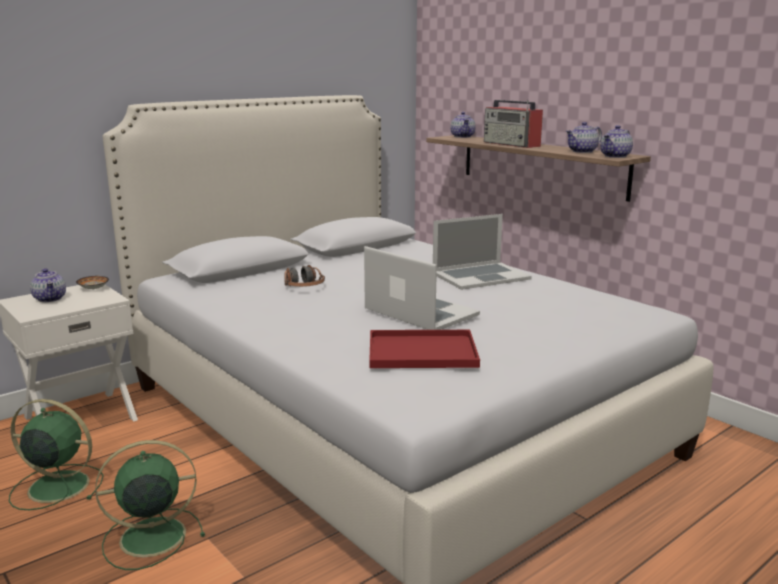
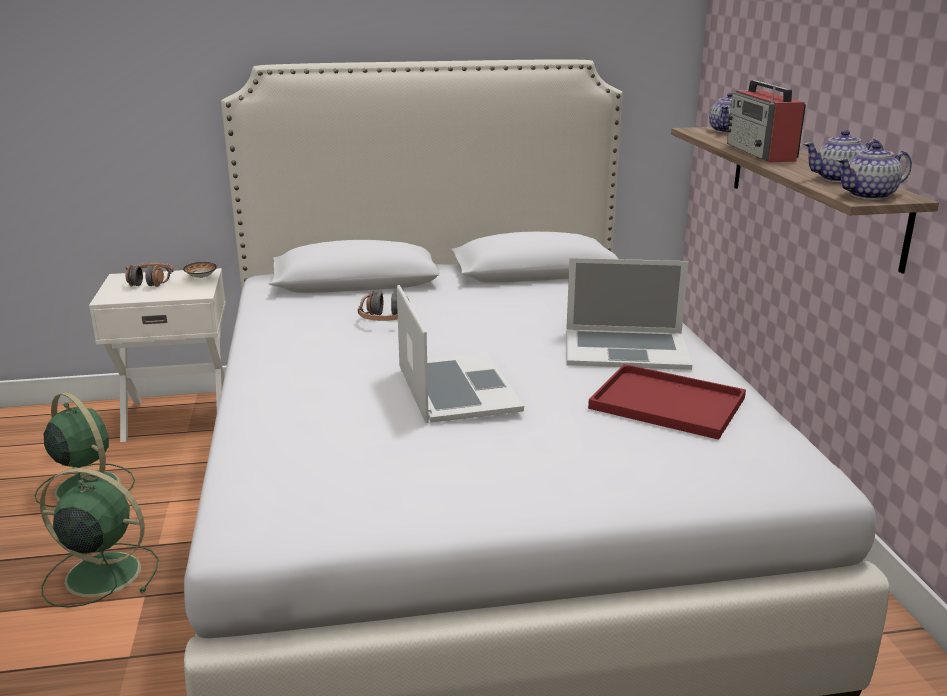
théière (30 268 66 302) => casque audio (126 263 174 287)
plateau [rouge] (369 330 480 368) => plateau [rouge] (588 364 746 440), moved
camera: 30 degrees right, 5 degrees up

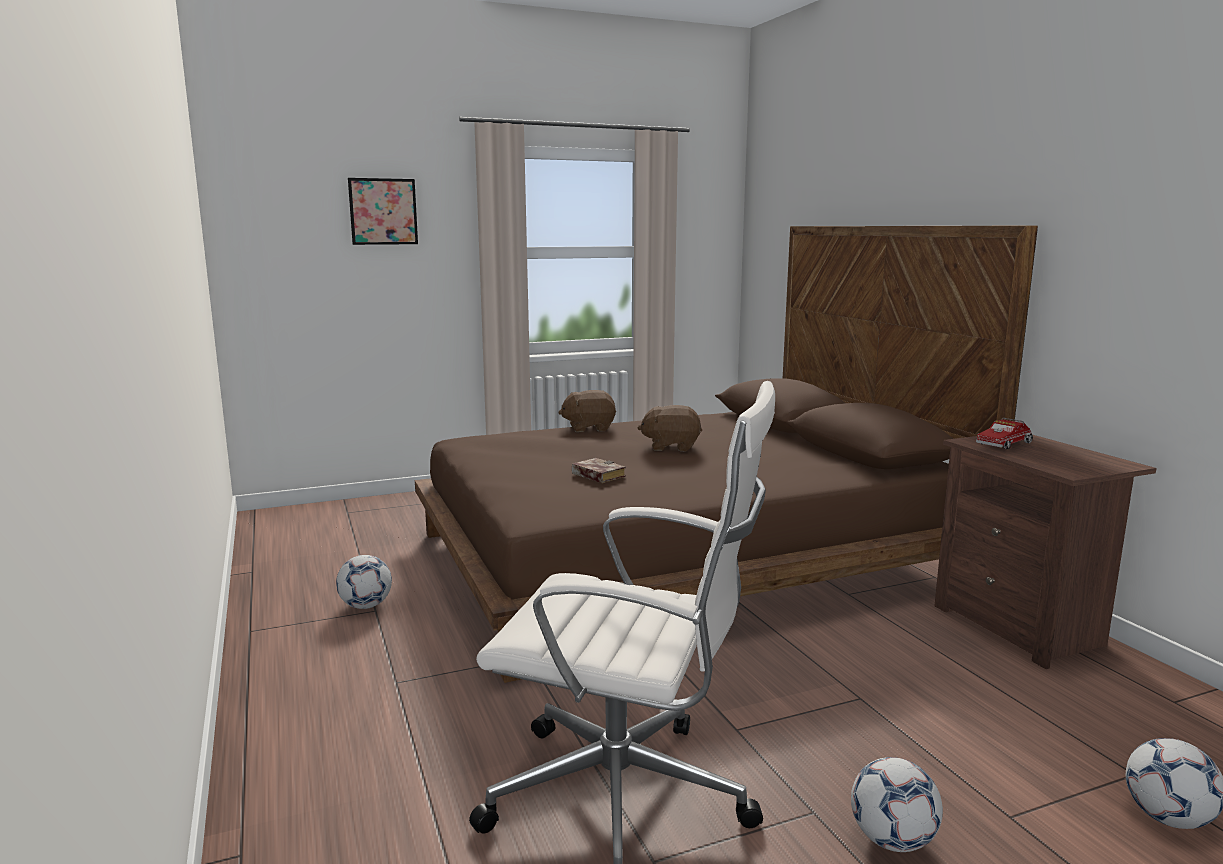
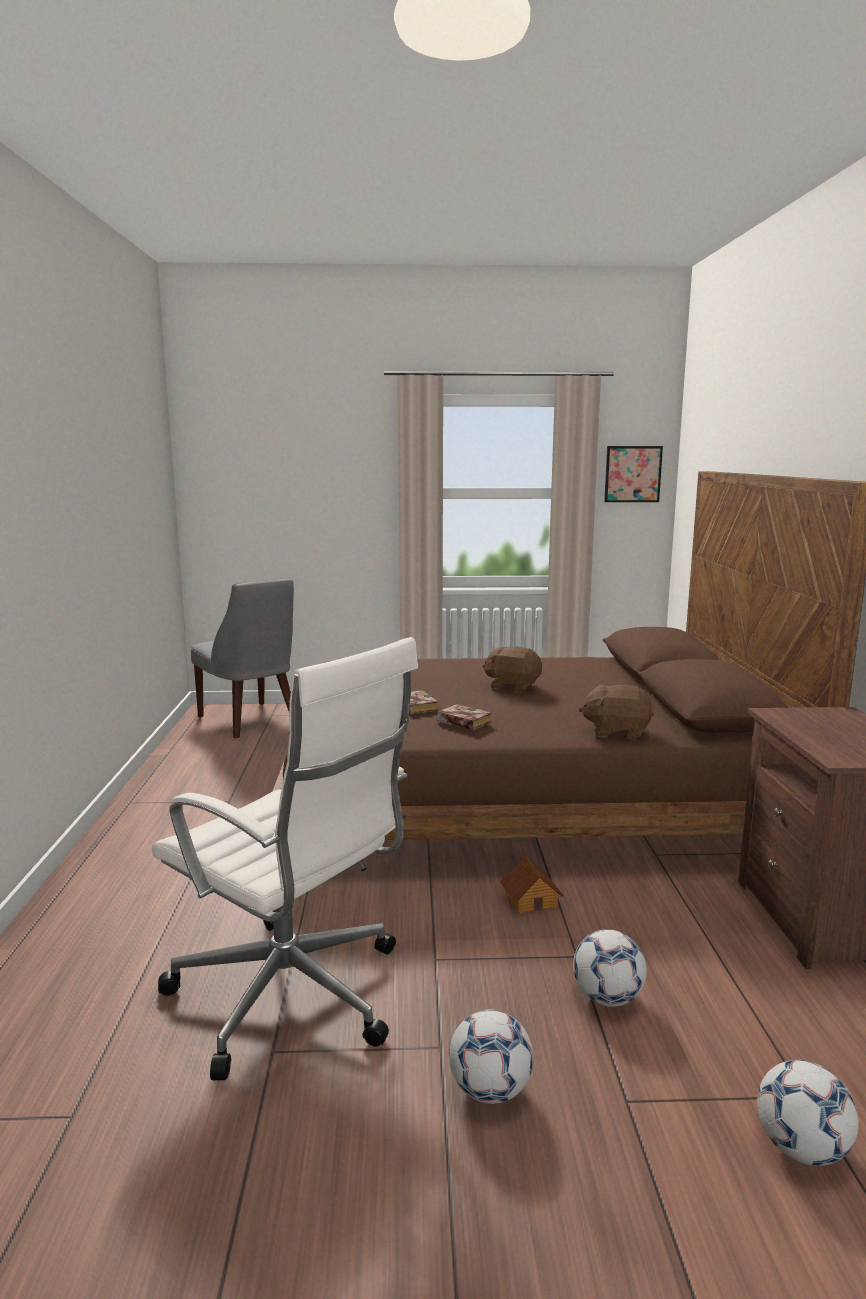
tableau (348 178 418 245) => tableau (604 446 663 502), moved
peluche [marron] (558 390 616 432) => peluche [marron] (579 684 653 739), moved
camion jouet (976 418 1033 449) => nothing
ballon de foot (336 555 392 609) => ballon de foot (573 929 647 1007), moved
nothing => chaise [gris] (191 578 294 738)
nothing => livre (437 704 492 730)
nothing => maison miniature (500 855 563 914)
camera: 20 degrees right, 0 degrees up

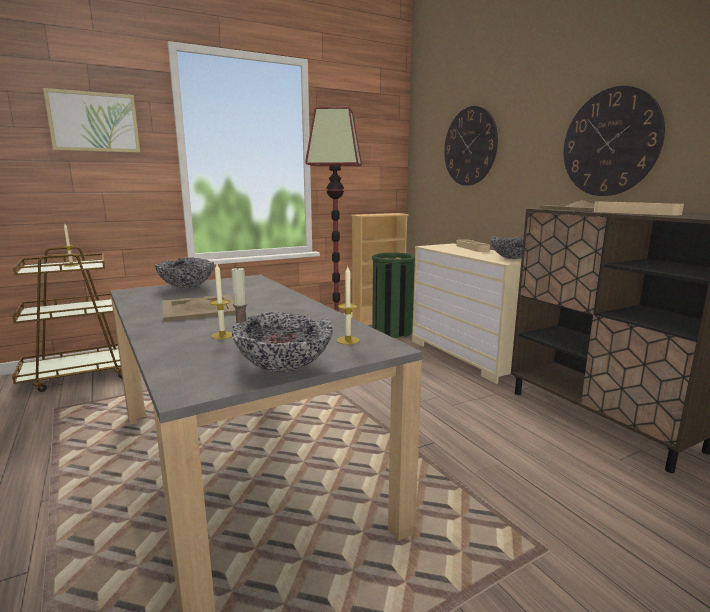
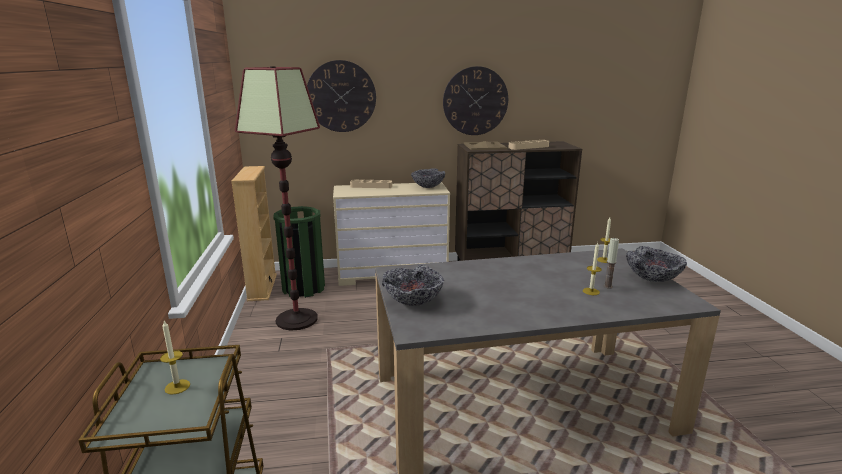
tableau (43 88 140 153) => nothing
plateau [beige] (163 295 236 322) => nothing
camera: 70 degrees left, 5 degrees up

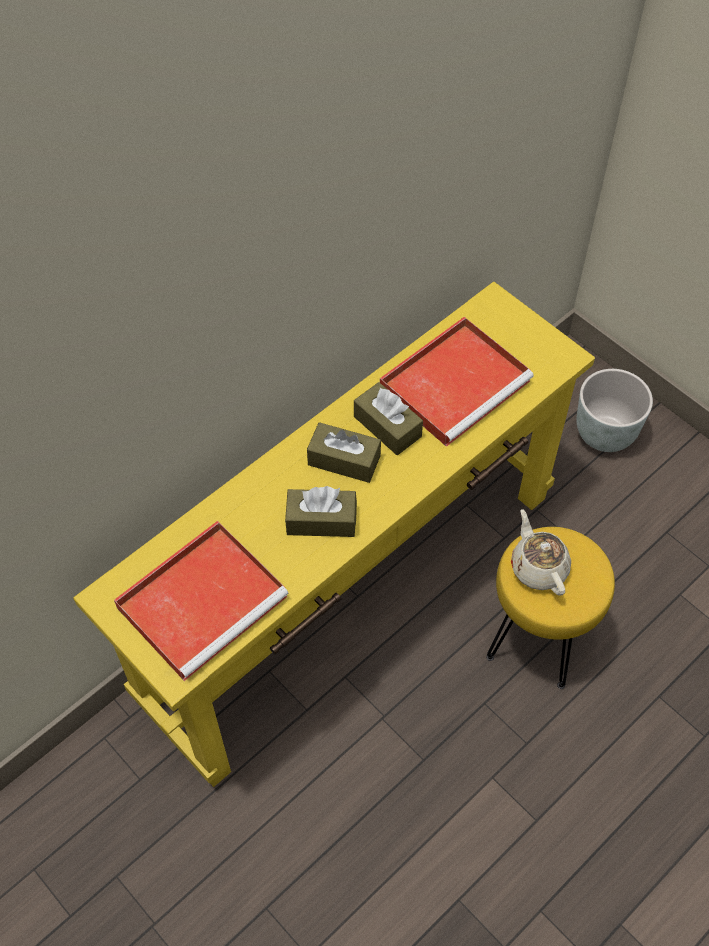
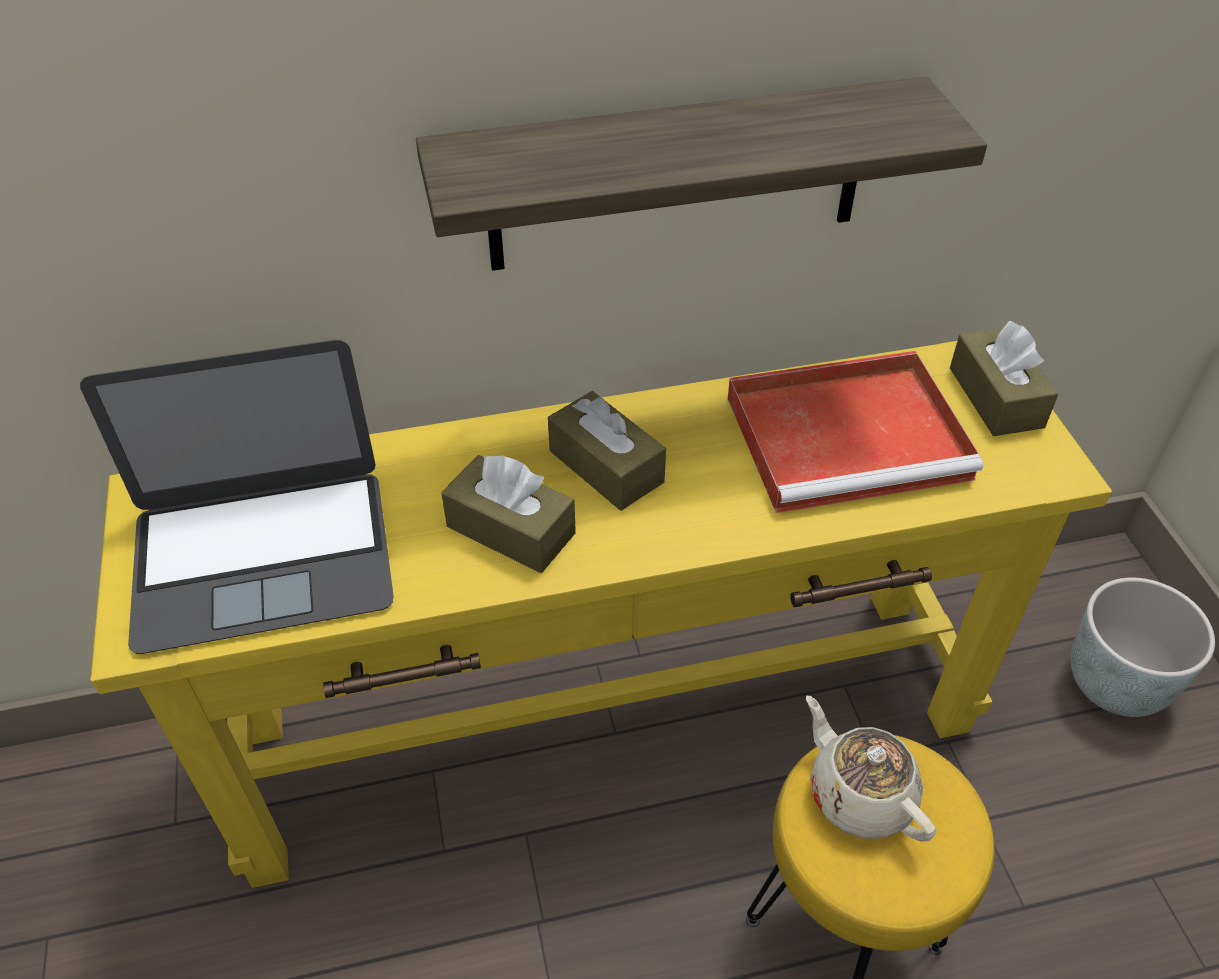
boîte à mouchoirs [marron] (354 382 423 455) => boîte à mouchoirs [marron] (950 321 1058 436), moved
théière [beige] (511 509 571 596) => théière [beige] (806 696 936 842), 45 degrees counterclockwise
plateau [rouge] (114 521 289 681) => ordinateur portable (80 340 394 654)
nothing => étagère (416 77 987 271)
camera: 30 degrees right, 10 degrees down

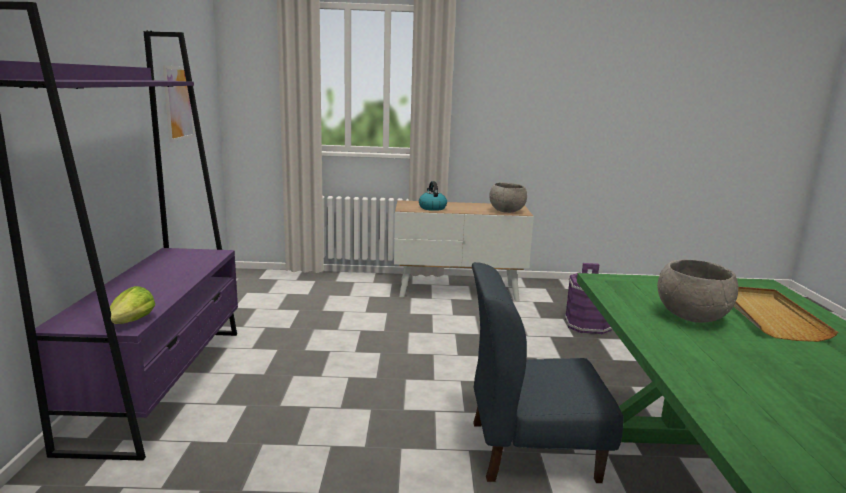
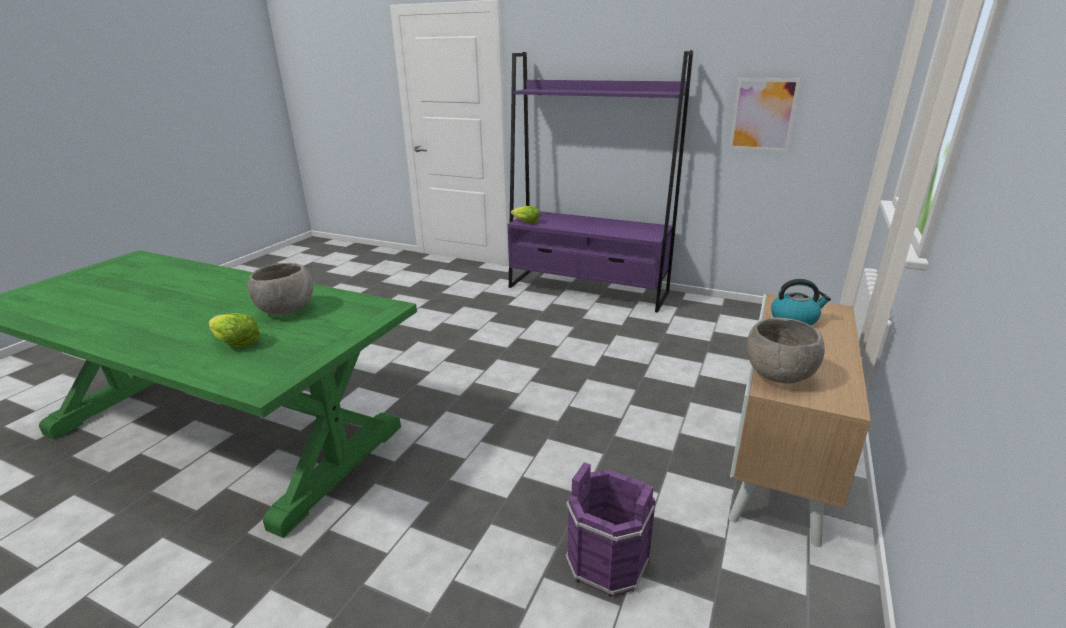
chaise [bleu] (472 262 623 483) => nothing
plateau [beige] (733 287 839 342) => laitue (209 313 260 347)
camera: 115 degrees right, 10 degrees up

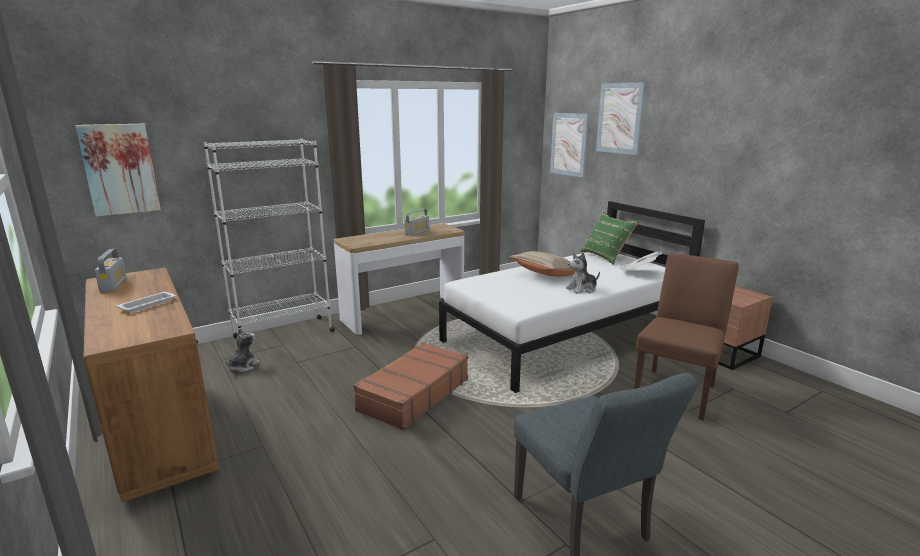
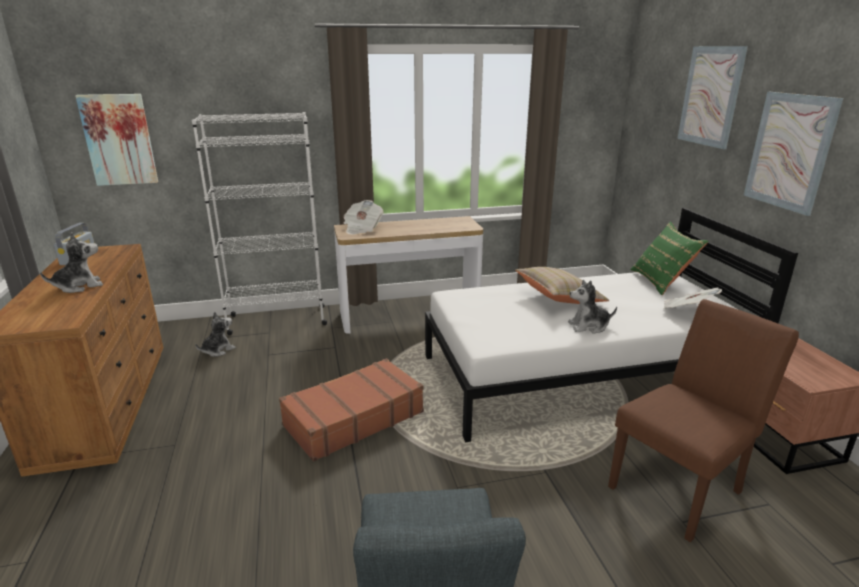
tableau (550 113 589 178) => tableau (744 92 844 216), moved
radio (404 209 429 236) => nothing
plateau [blanc] (116 292 175 313) => peluche (40 232 103 293)
nothing => journal (344 200 384 235)
camera: 20 degrees right, 5 degrees up

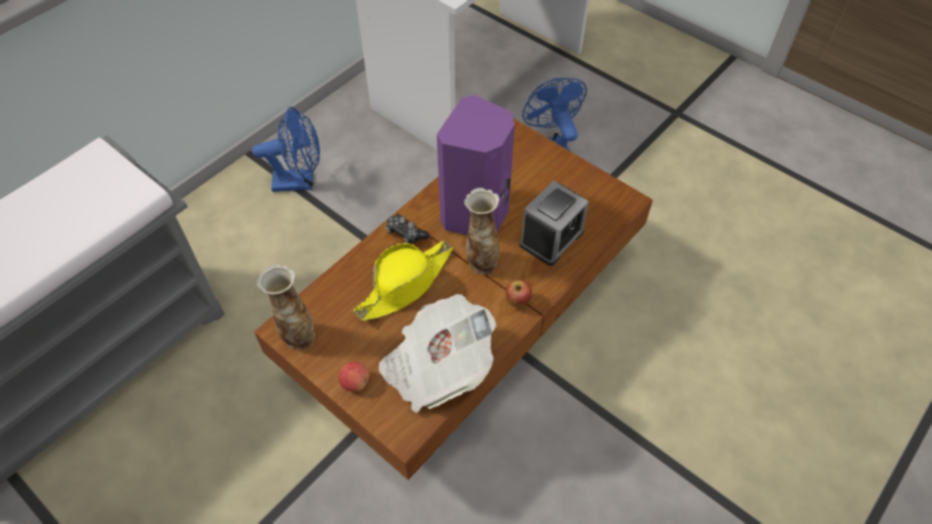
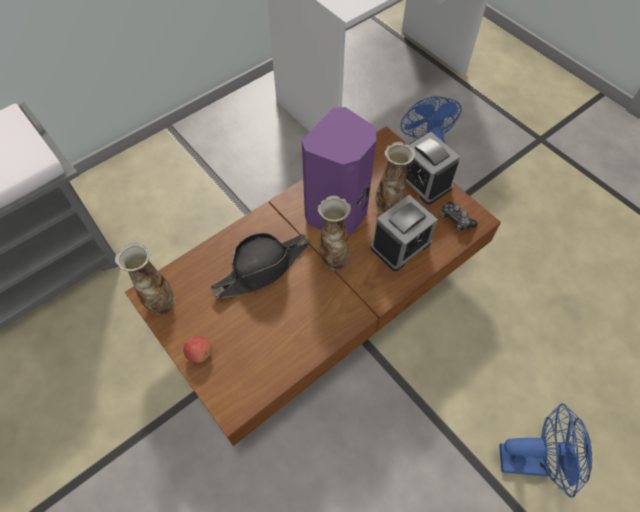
ventilateur [bleu] (252 106 320 192) => ventilateur [bleu] (499 403 593 498), moved
manette (386 215 429 244) => manette (441 202 478 231), moved
chapeau [jaune] (353 240 453 321) => chapeau [noir] (210 233 310 299)
pomme (505 280 532 308) => nothing
journal (379 294 497 413) => nothing
nothing => réveil (406 132 460 205)
nothing => vase (375 142 416 215)
camera: 10 degrees right, 5 degrees up

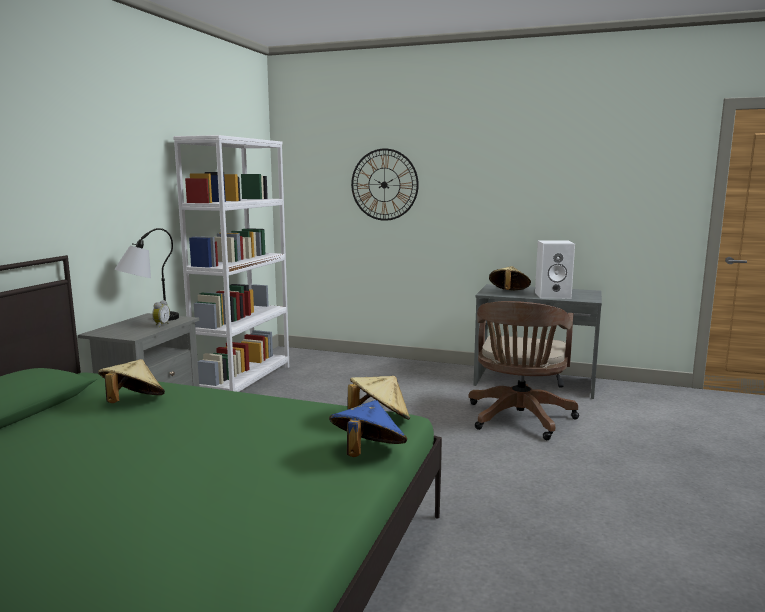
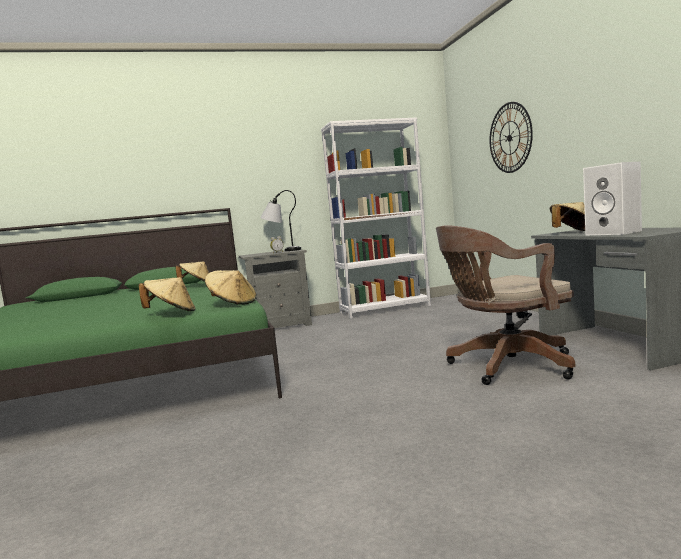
chapeau [bleu] (329 400 407 457) => chapeau [beige] (139 277 195 311)
camera: 55 degrees right, 5 degrees down

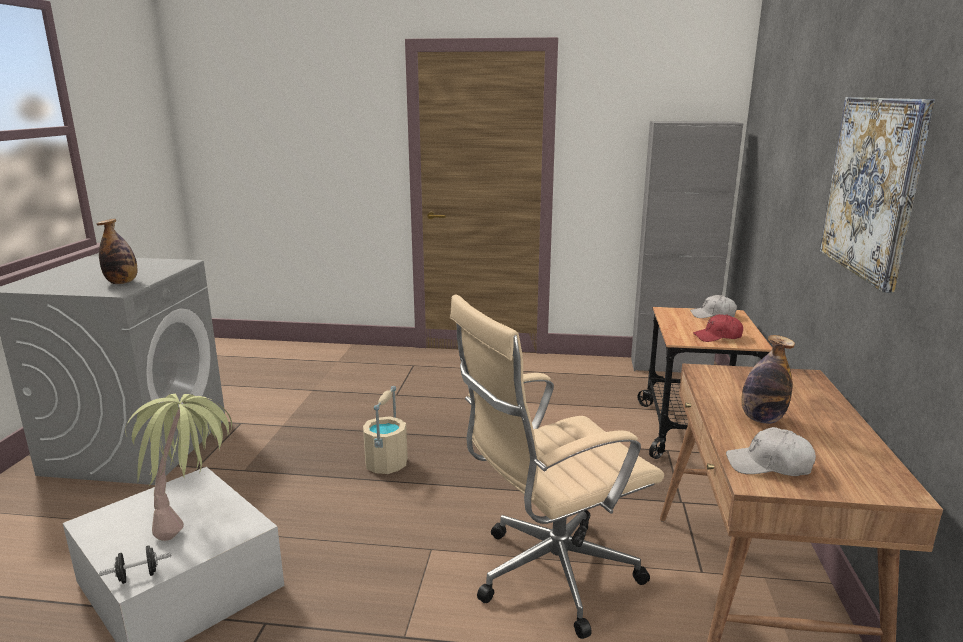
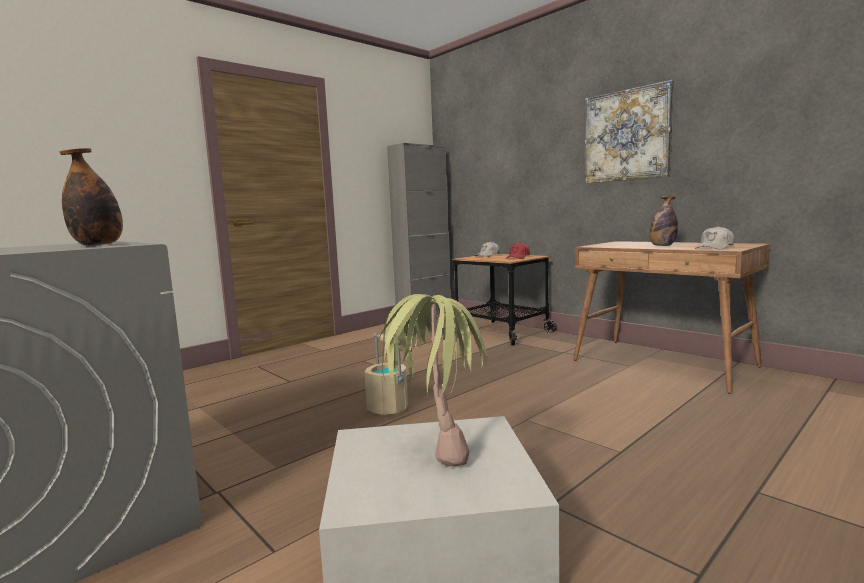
chaise de bureau [beige] (450 294 664 639) => nothing
haltère [noir] (99 545 171 584) => nothing
camera: 50 degrees left, 10 degrees down

